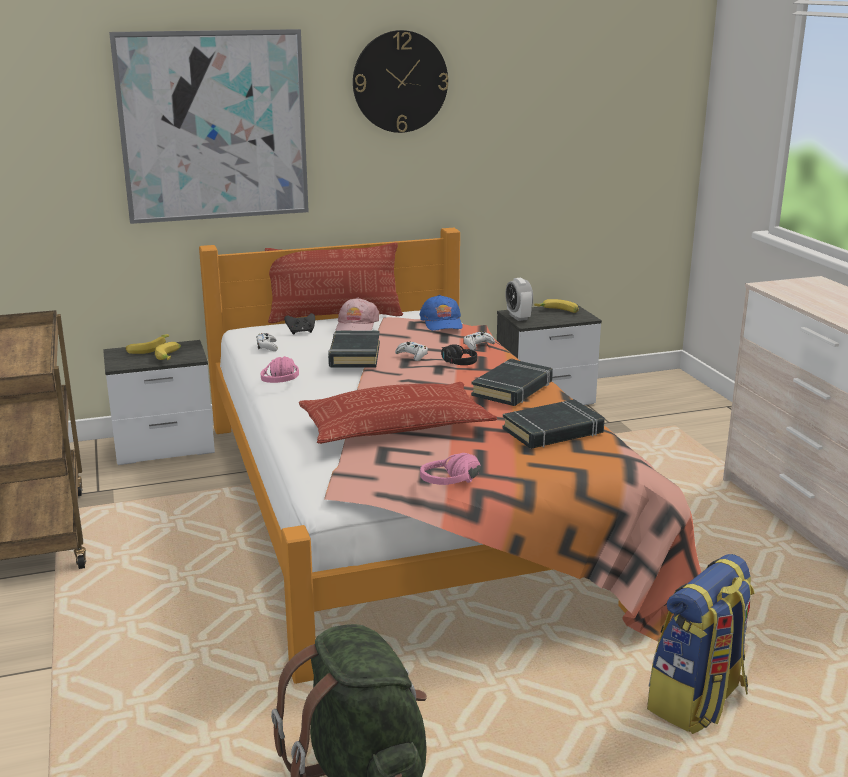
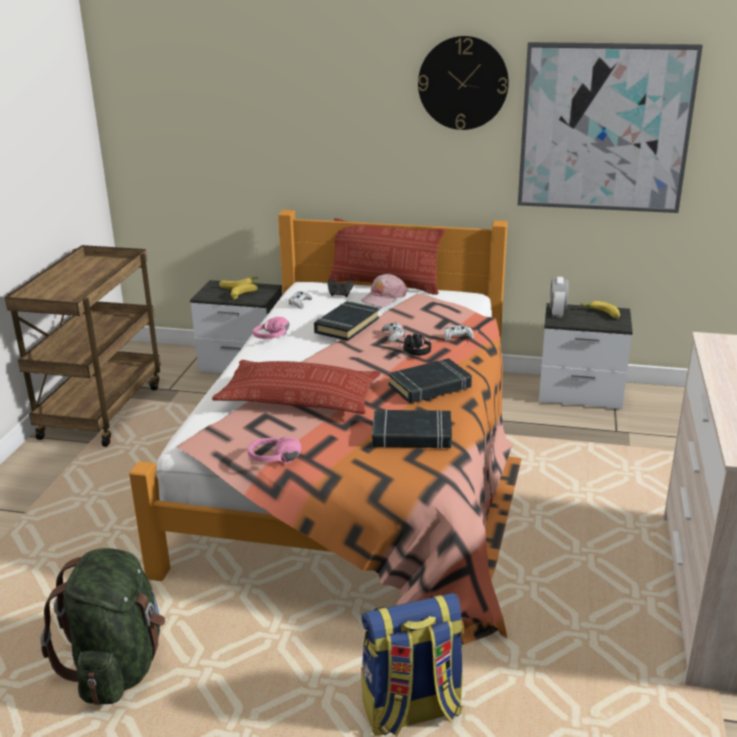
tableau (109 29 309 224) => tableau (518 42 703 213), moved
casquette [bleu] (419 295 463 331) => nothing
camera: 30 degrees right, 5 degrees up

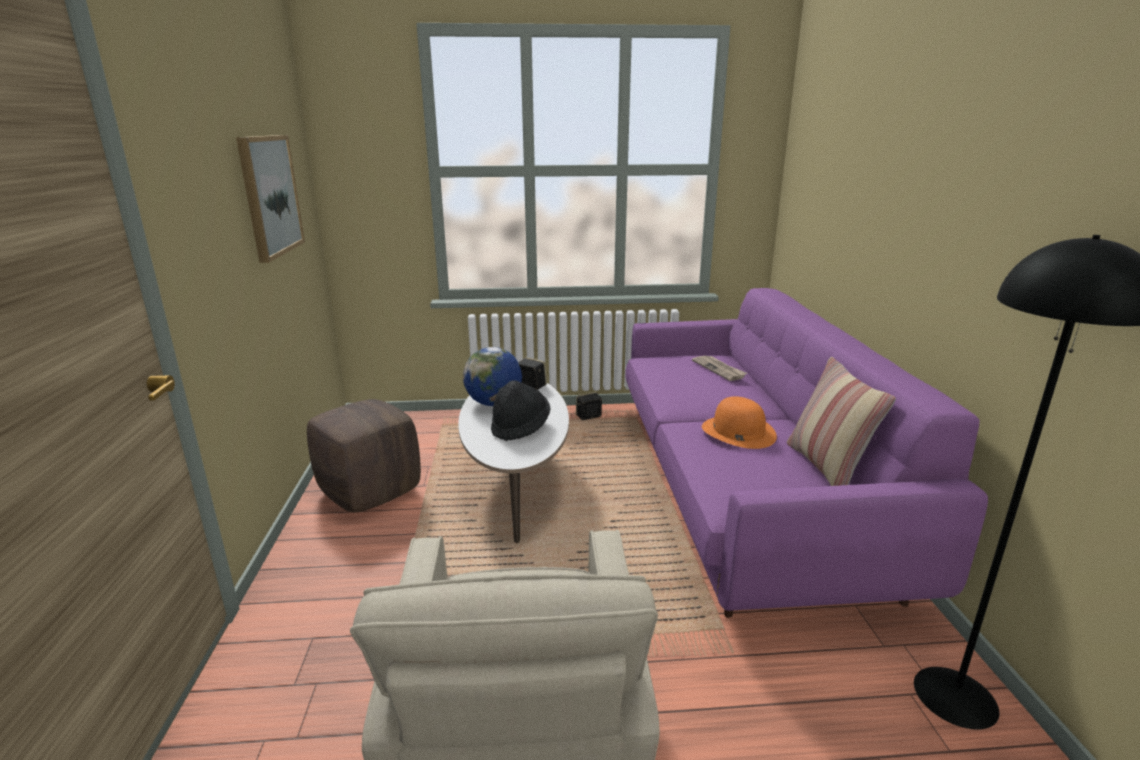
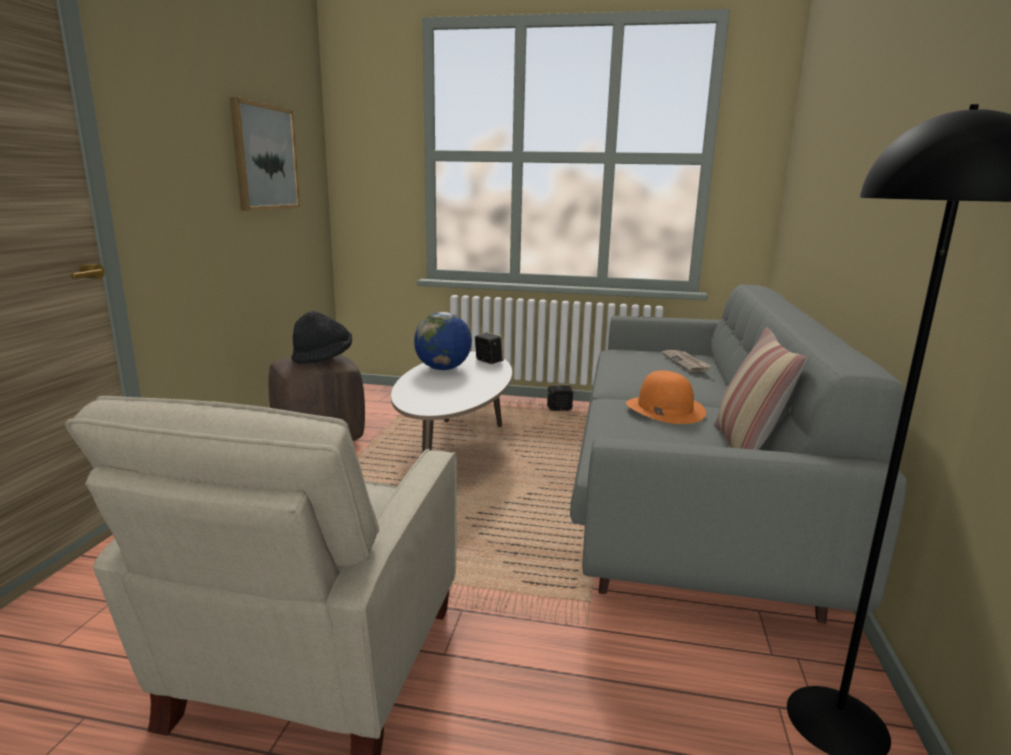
canapé [violet] (625 288 988 618) => canapé [gris] (570 285 907 624)
chapeau [noir] (491 380 551 441) => chapeau [noir] (292 311 352 364), moved
camera: 15 degrees right, 5 degrees down

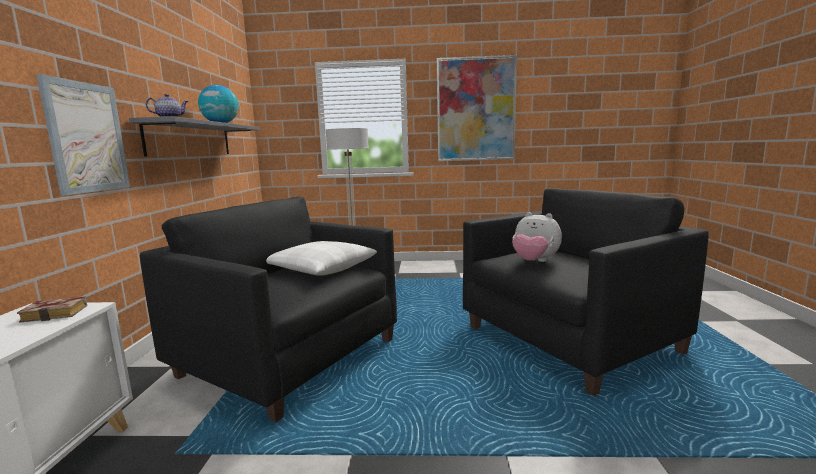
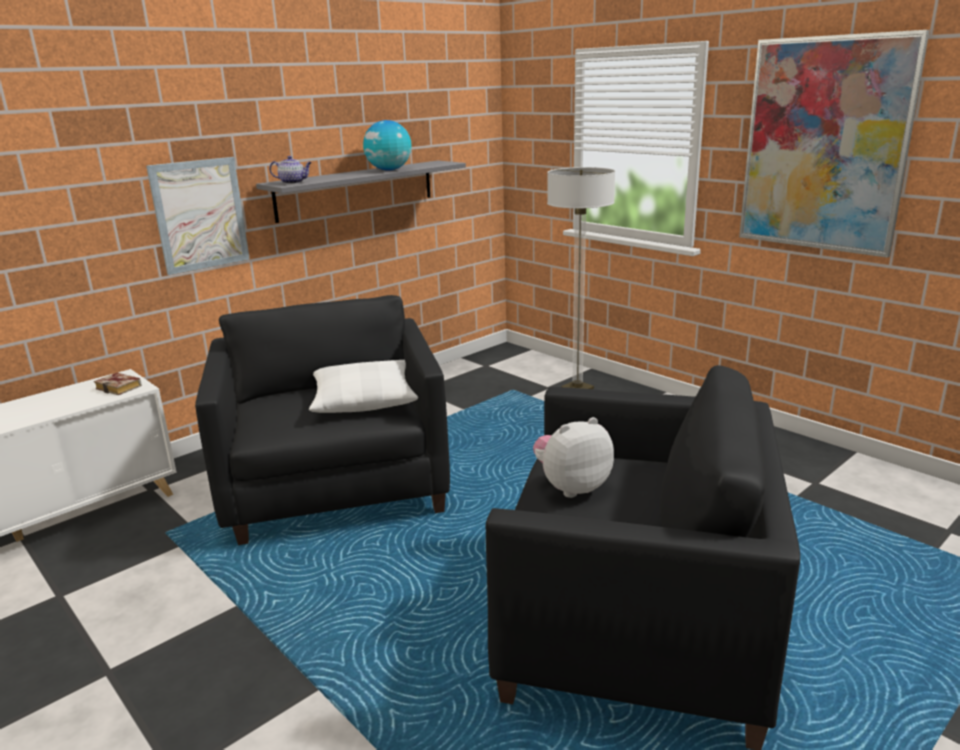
peluche (512 212 562 262) => peluche (533 417 614 498), 75 degrees clockwise
camera: 45 degrees right, 10 degrees up

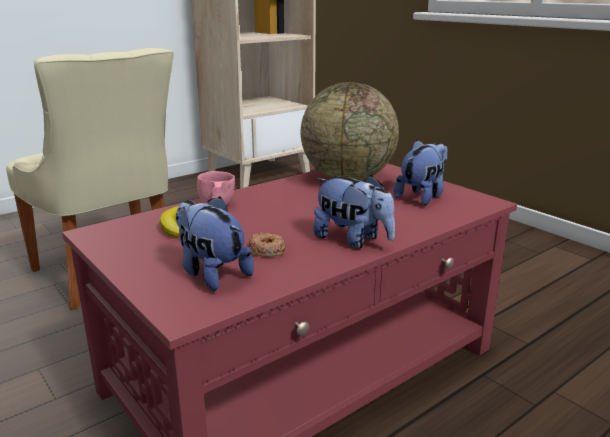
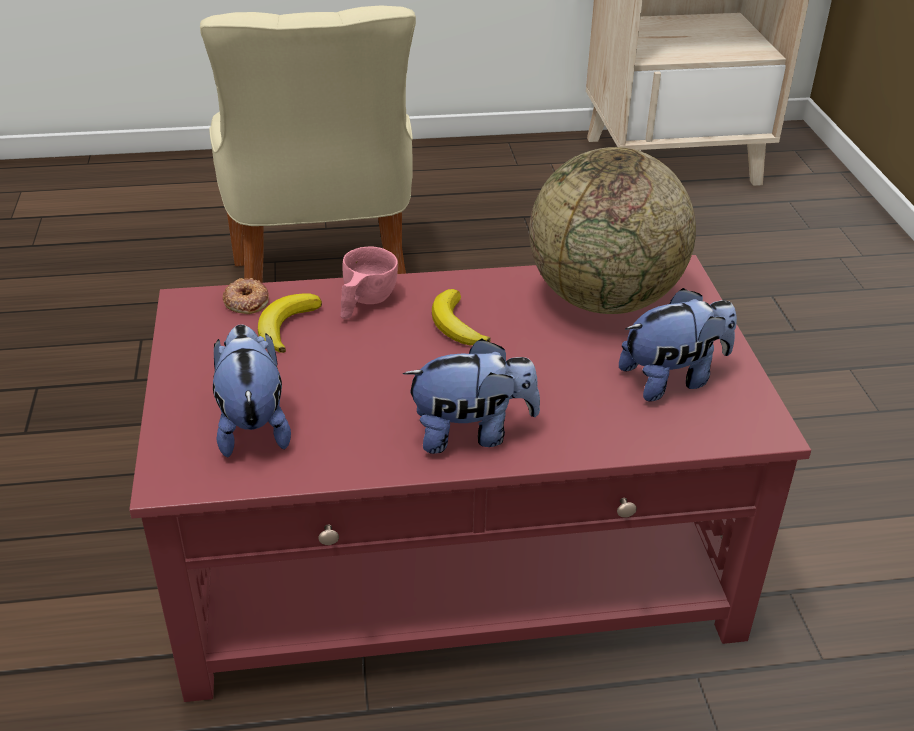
peluche (313 175 395 249) => peluche (403 338 540 454), 75 degrees counterclockwise
beignet (249 233 286 257) => beignet (223 278 269 314), moved
nothing => banane (432 289 491 345)
camera: 30 degrees right, 15 degrees up

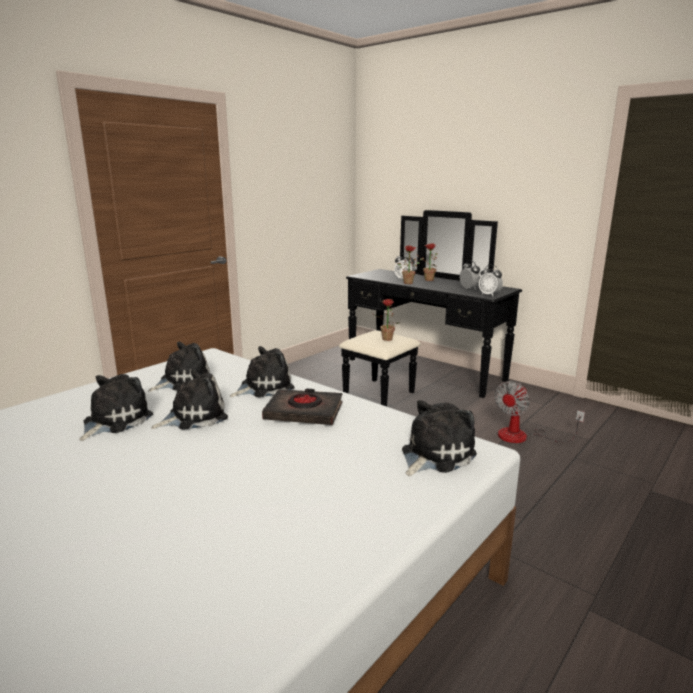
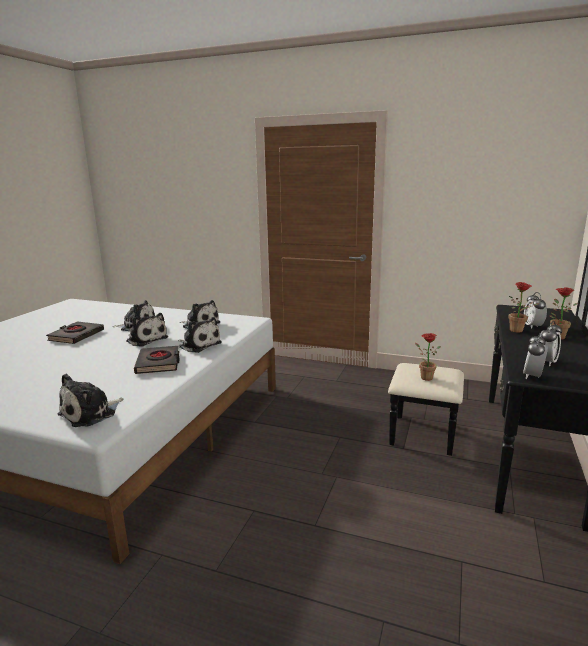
ventilateur (495 381 585 443) => nothing
peluche (402 400 477 476) => peluche (57 374 123 427), 105 degrees clockwise
nothing => livre [noir] (46 322 104 344)
camera: 70 degrees right, 0 degrees up

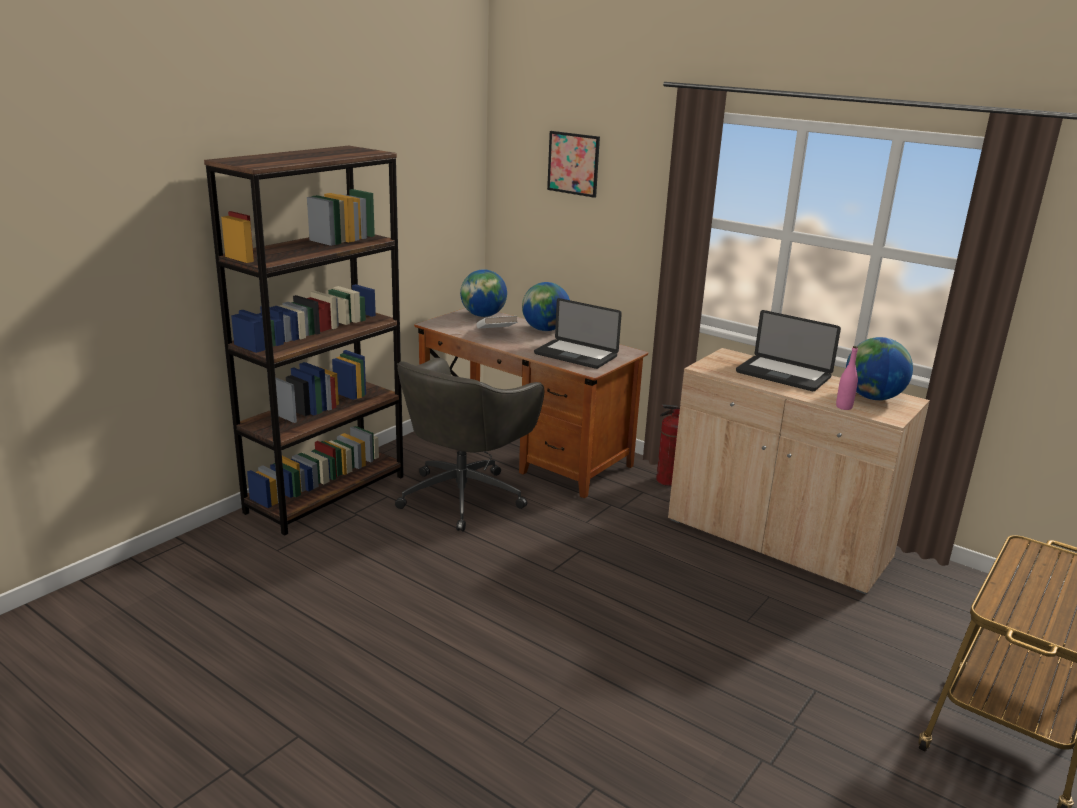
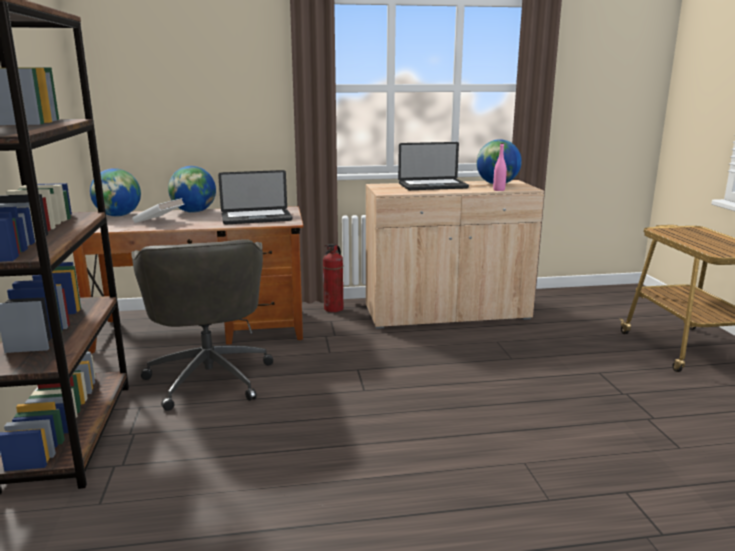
tableau (547 131 600 198) => nothing
camera: 45 degrees left, 5 degrees down

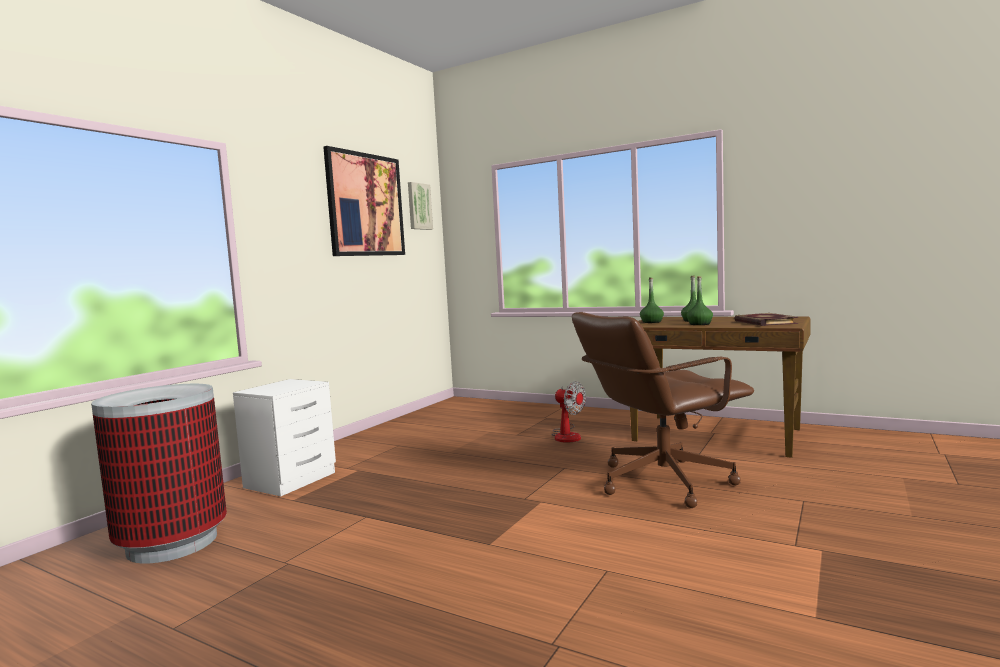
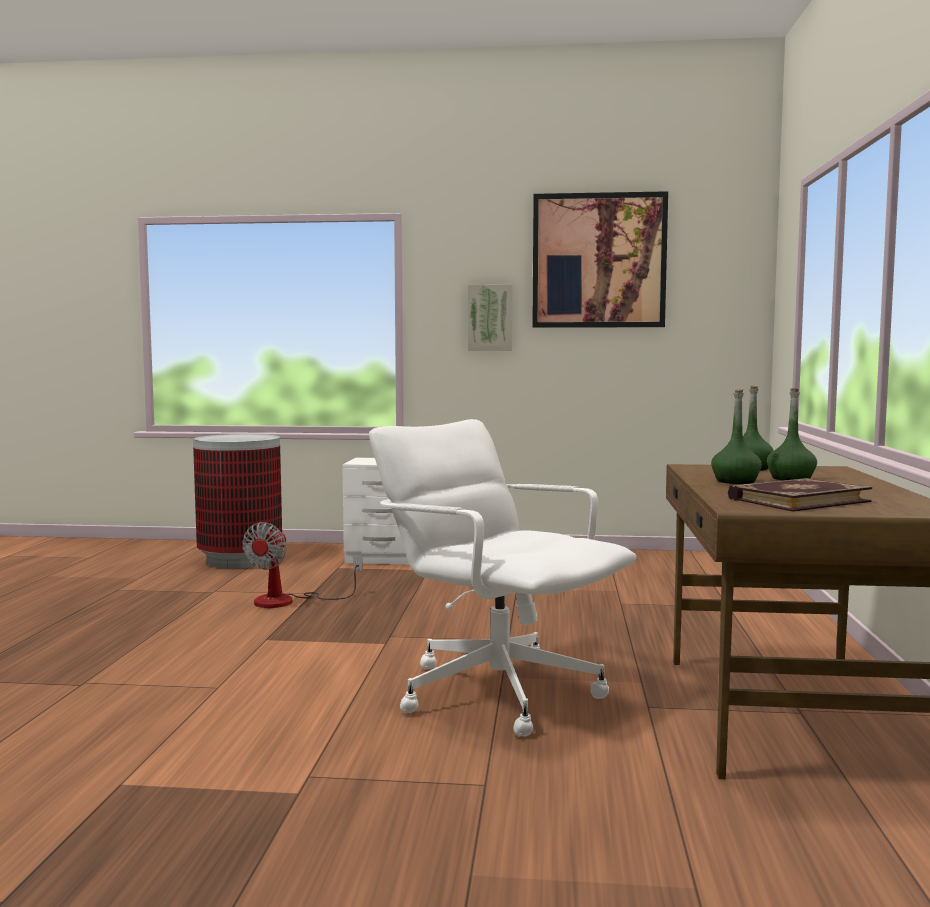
tableau (408 182 433 230) => tableau (468 284 512 351), moved
chaise de bureau [marron] (572 312 754 508) => chaise de bureau [blanc] (369 419 637 737)
ventilateur (552 381 586 443) => ventilateur (242 522 362 608), moved
camera: 65 degrees right, 0 degrees up

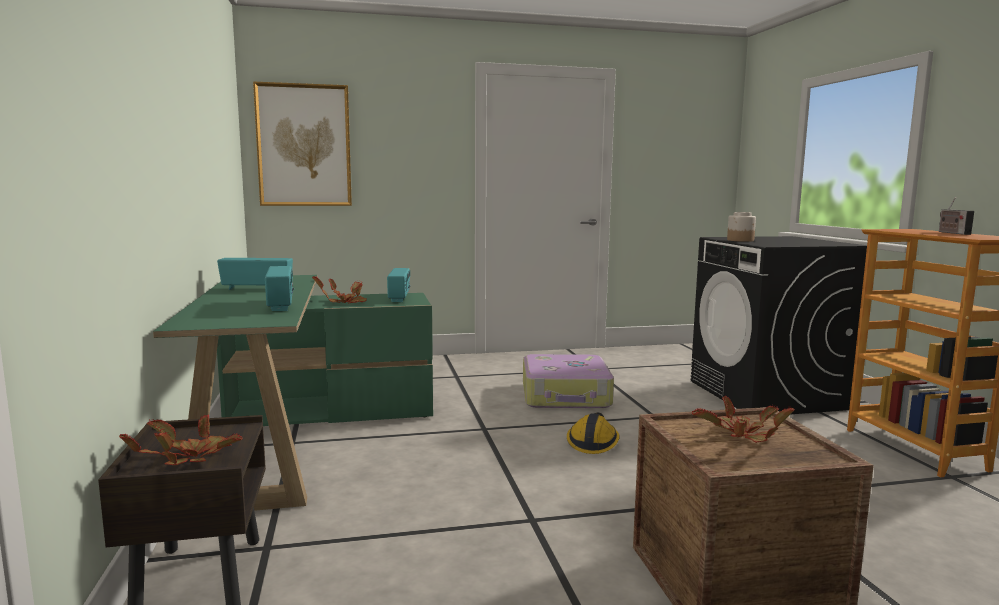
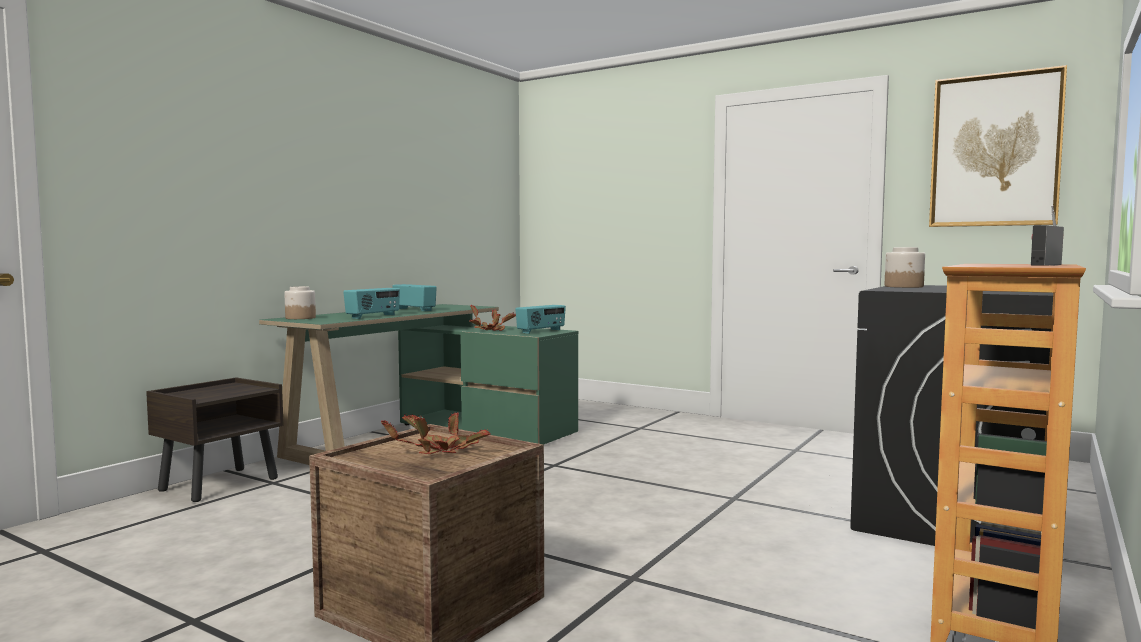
tableau (253 81 352 206) => tableau (929 65 1067 227), moved
valise (523 354 614 408) => nothing
casque de chantier (567 413 620 454) => nothing
plante en pot (119 414 243 465) => nothing
nothing => bocal (284 286 316 319)
camera: 45 degrees right, 5 degrees down

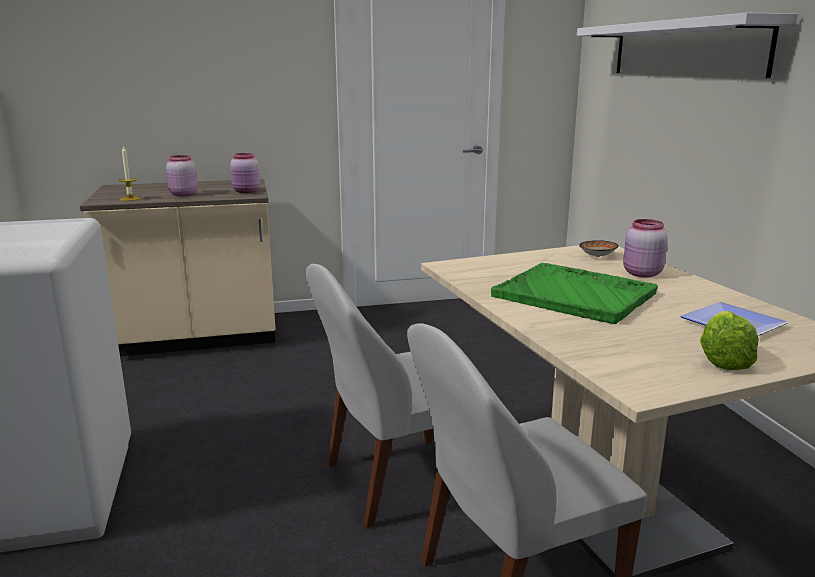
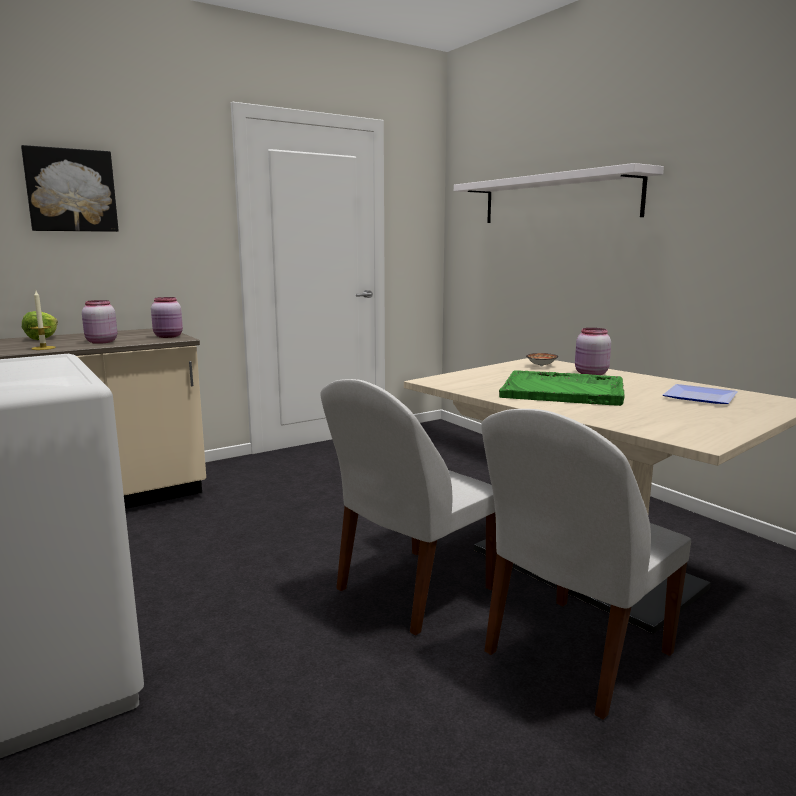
laitue (700 311 759 370) => laitue (22 311 58 340), moved
nothing => tableau (21 145 119 232)
camera: 20 degrees left, 5 degrees down

